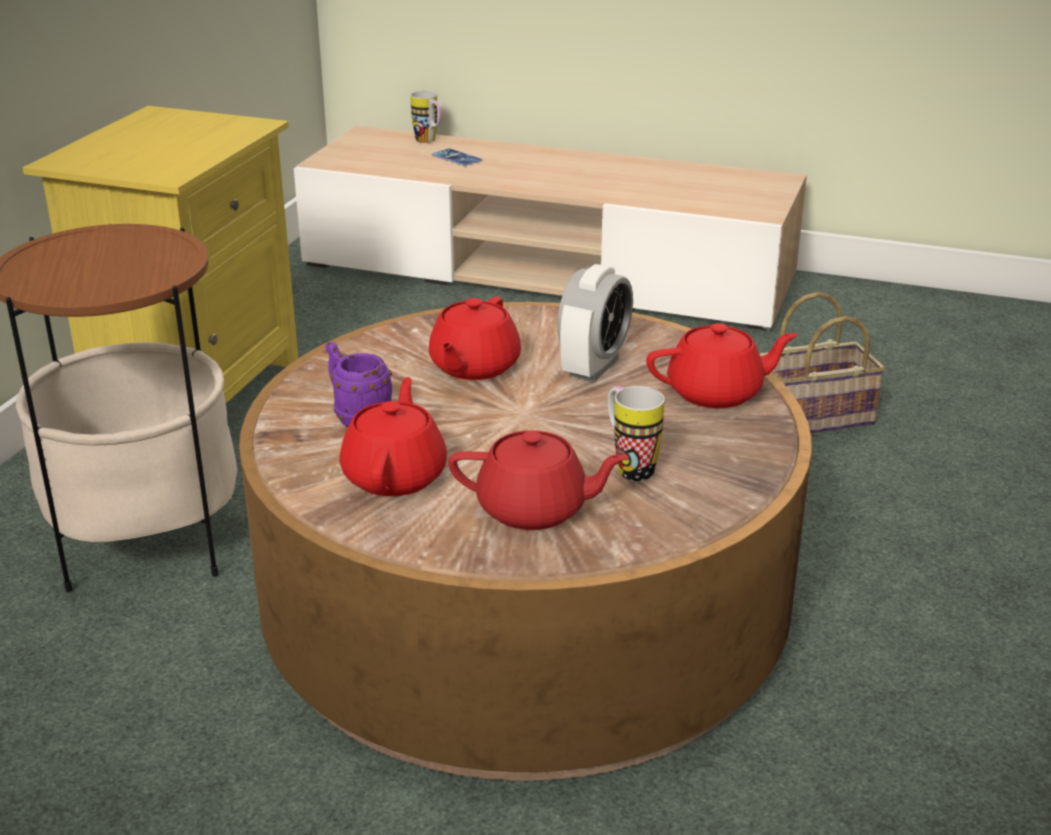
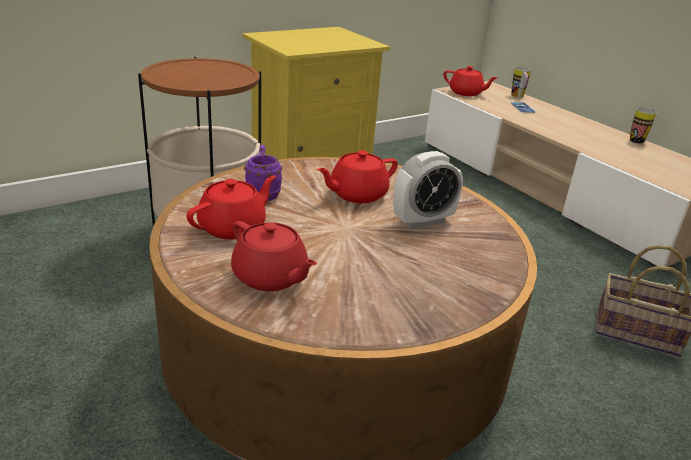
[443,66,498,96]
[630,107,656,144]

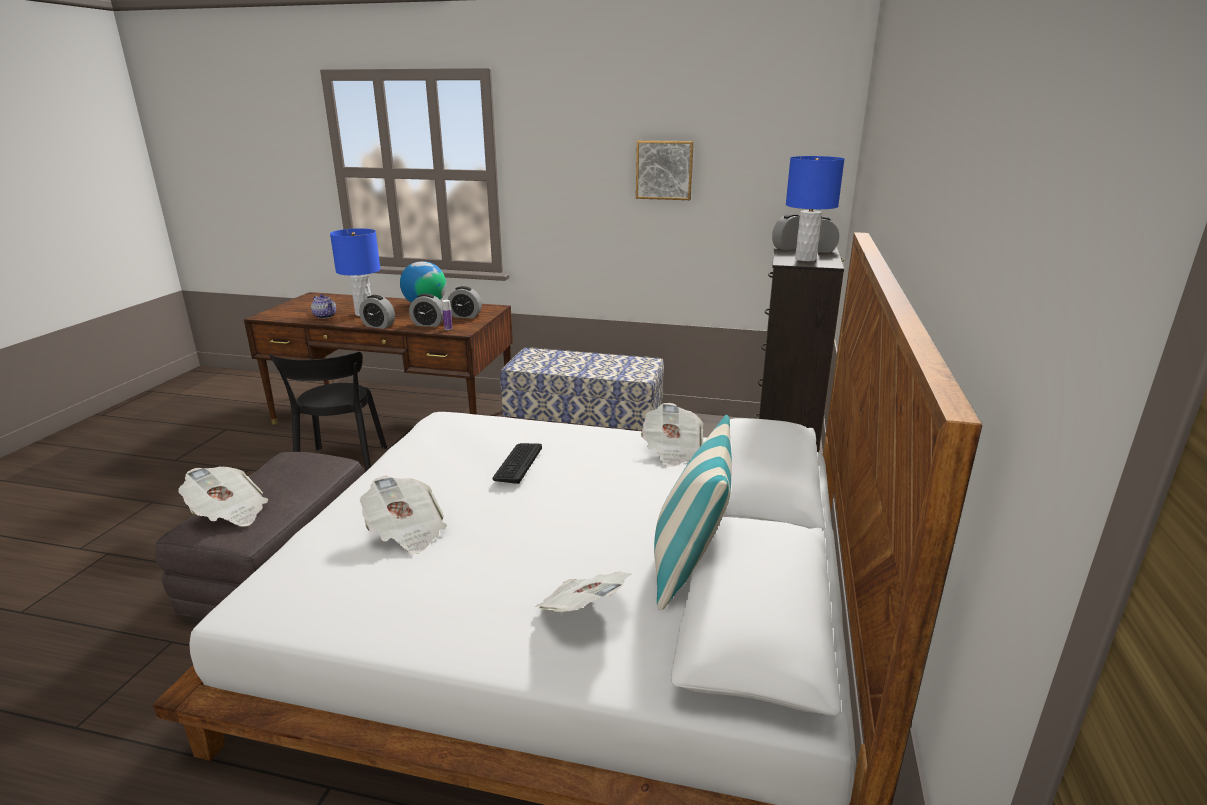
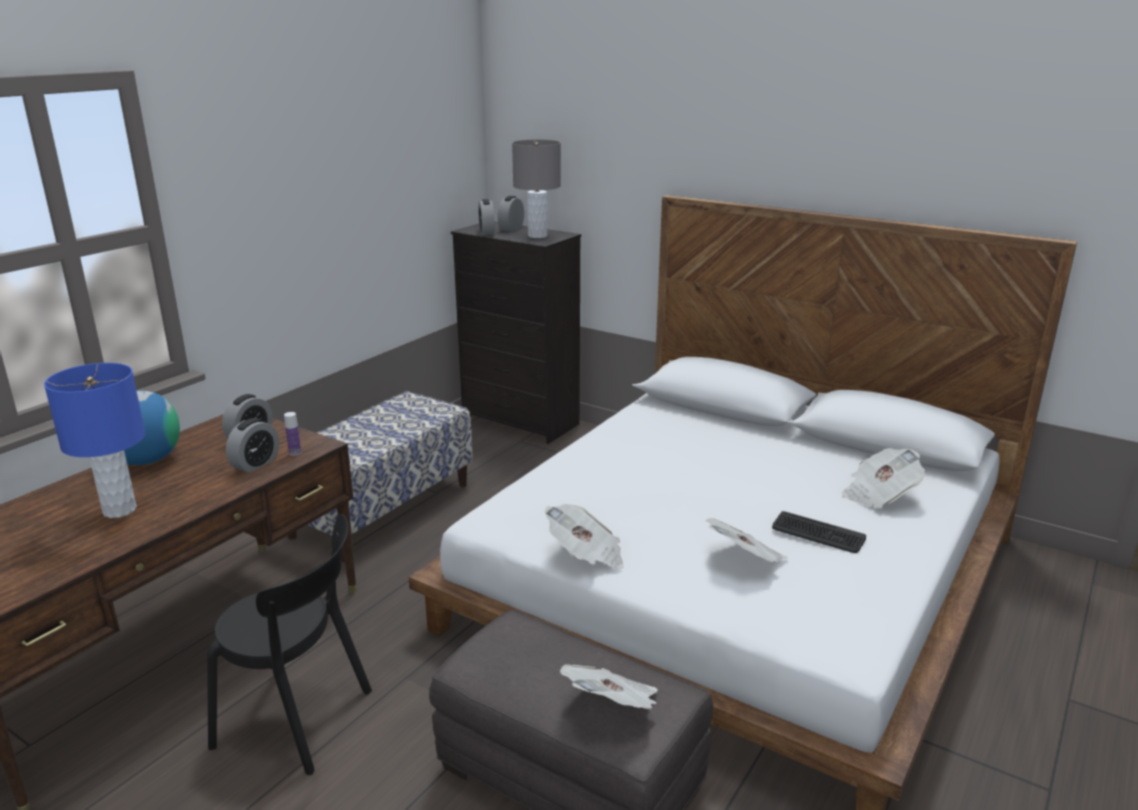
[512,139,561,238]
[545,504,624,569]
[772,511,866,553]
[311,294,336,319] (first image)
[359,295,395,329] (first image)
[636,140,694,200] (first image)
[654,415,732,610] (first image)

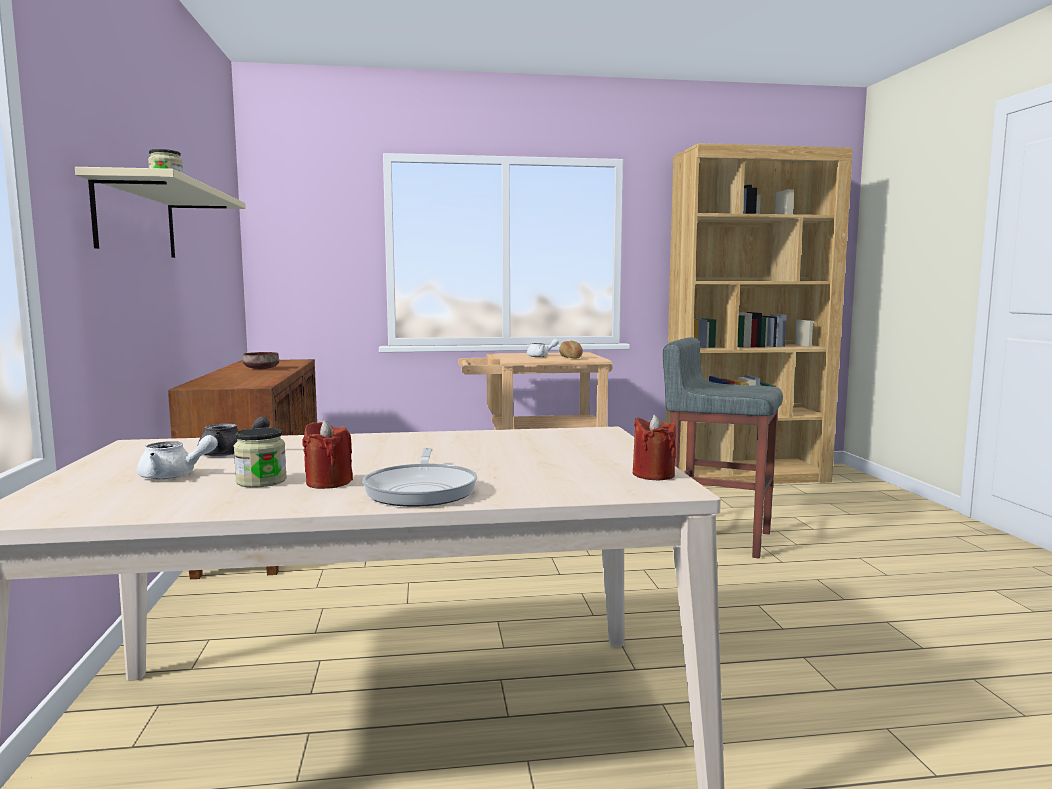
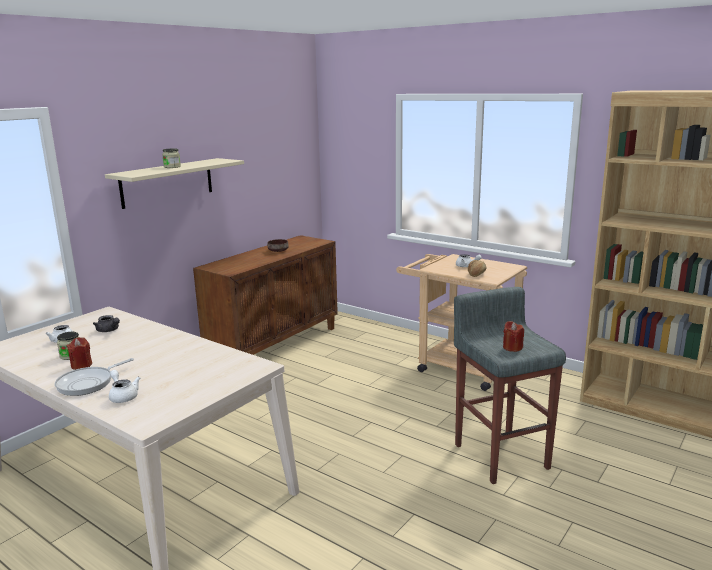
[109,370,140,403]
[503,321,524,352]

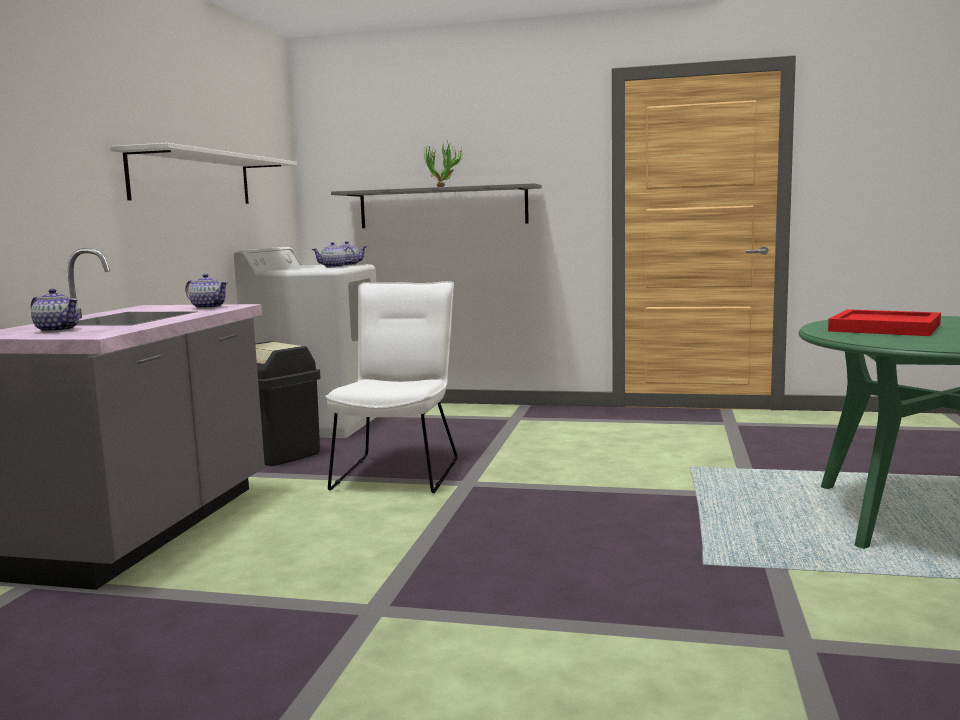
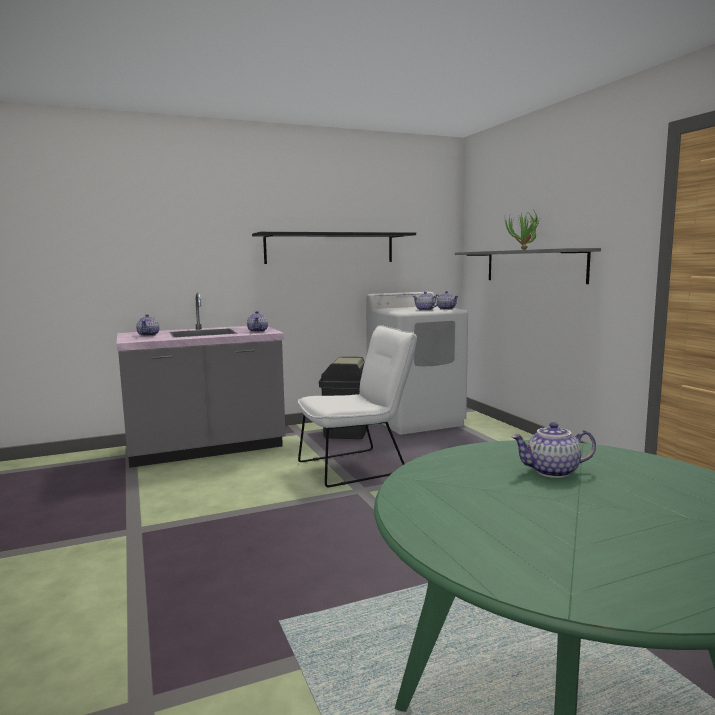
[252,232,416,264]
[511,422,596,478]

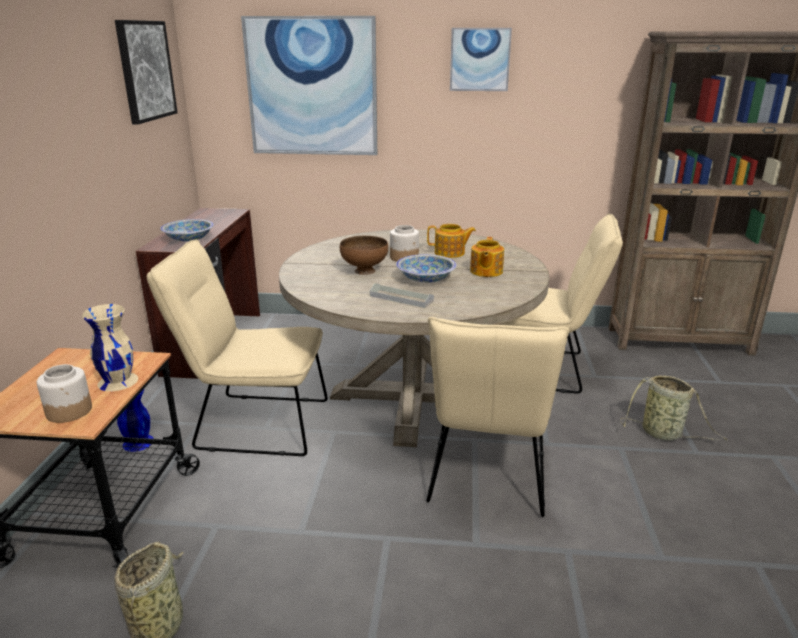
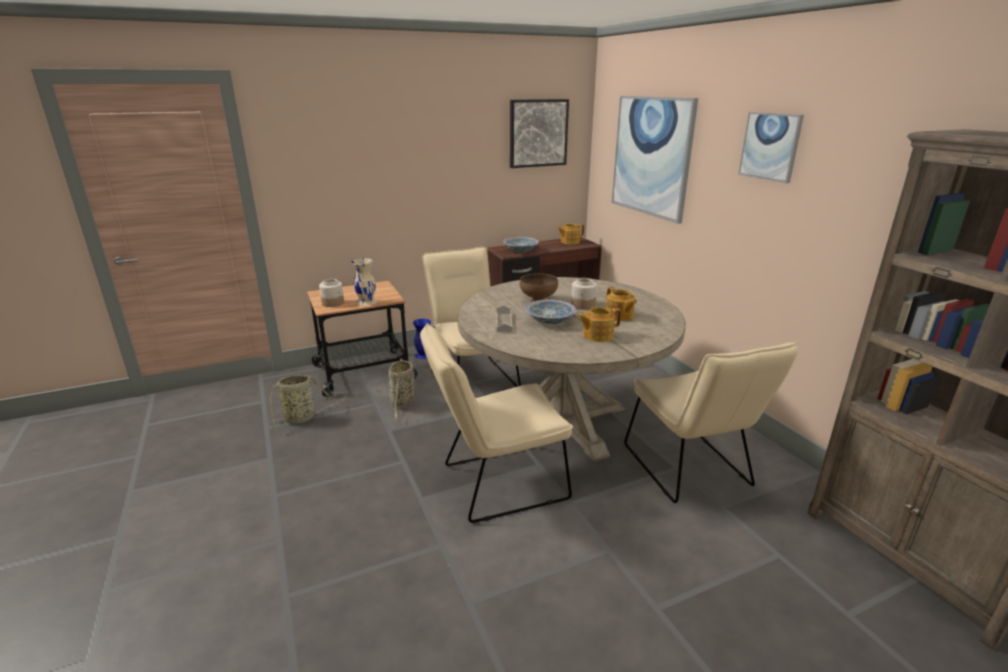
[388,358,414,422]
[557,224,584,245]

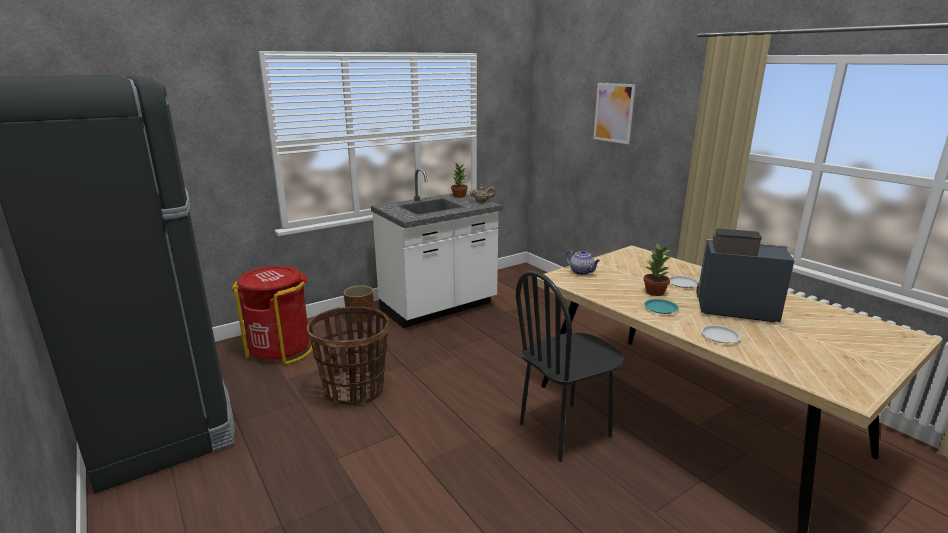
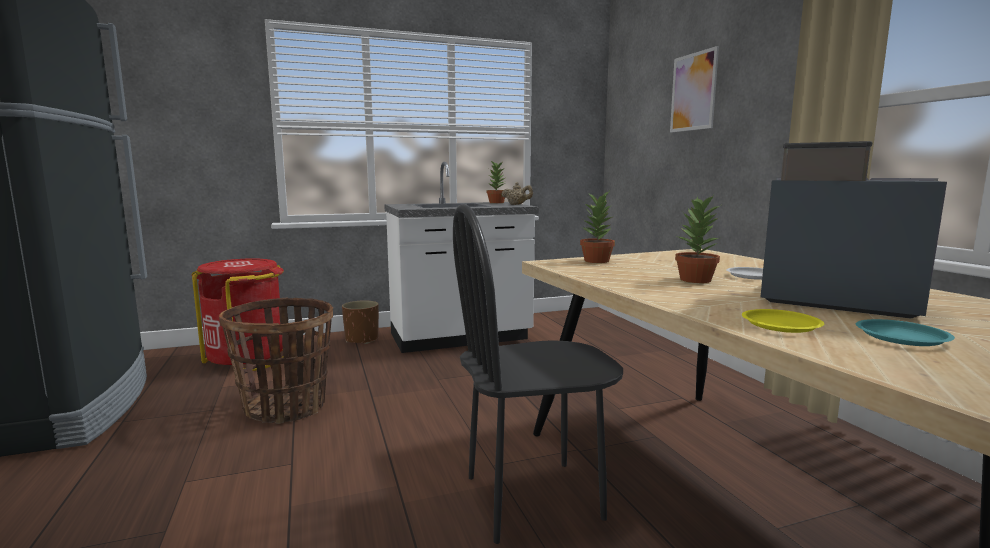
[580,192,615,263]
[742,309,824,333]
[856,319,955,346]

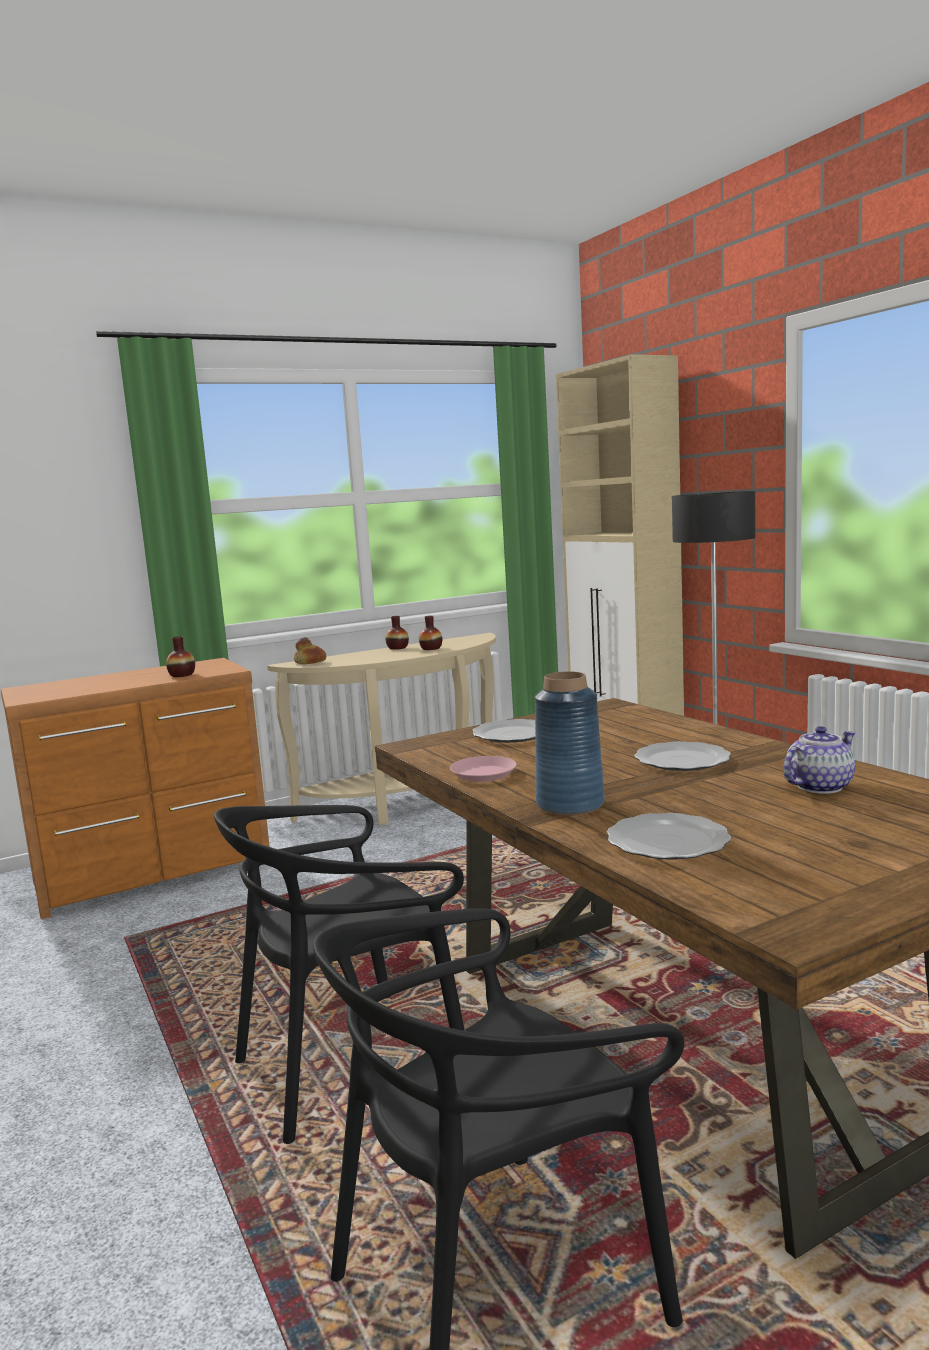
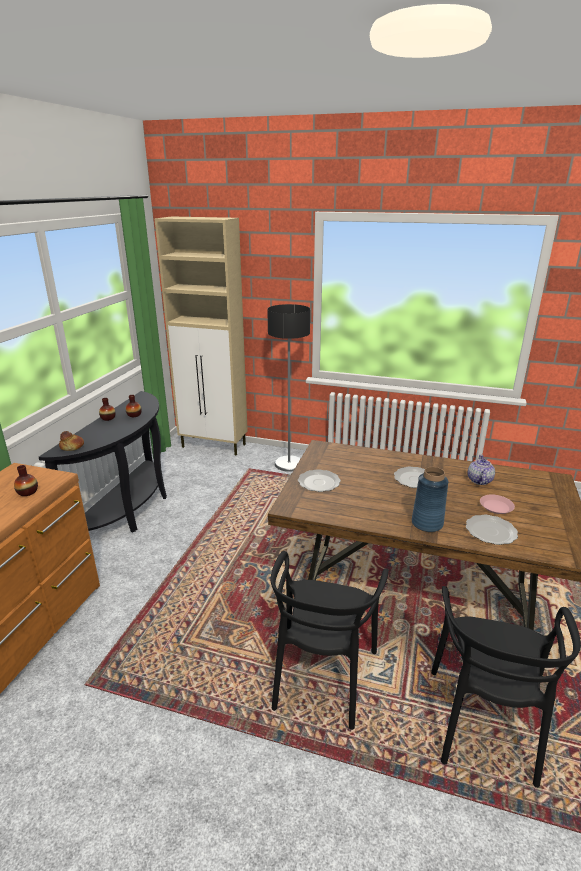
[39,391,167,532]
[480,494,515,514]

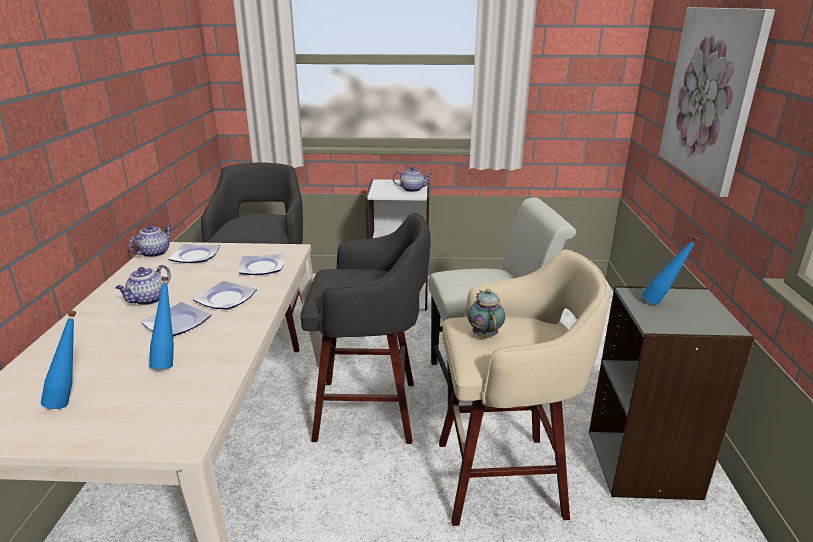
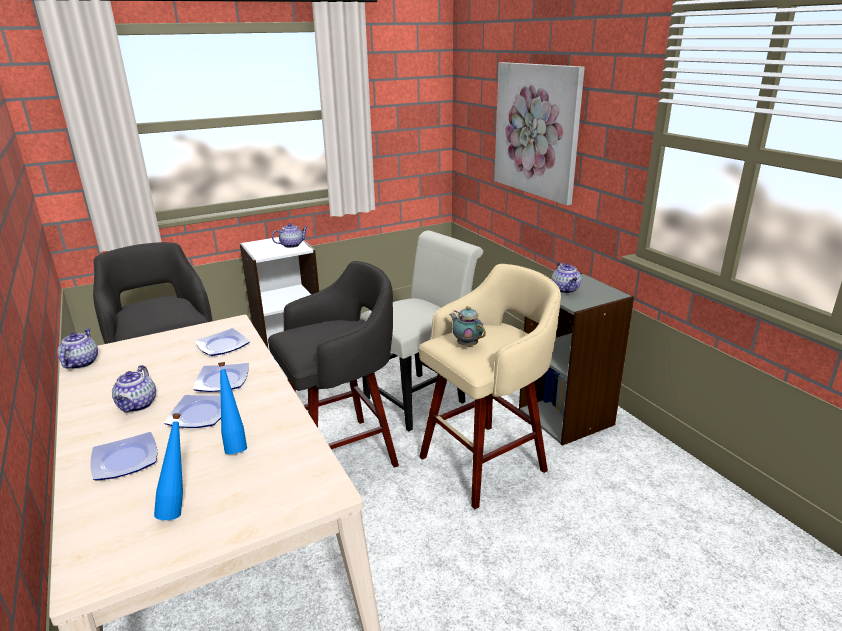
[90,432,157,481]
[551,262,581,294]

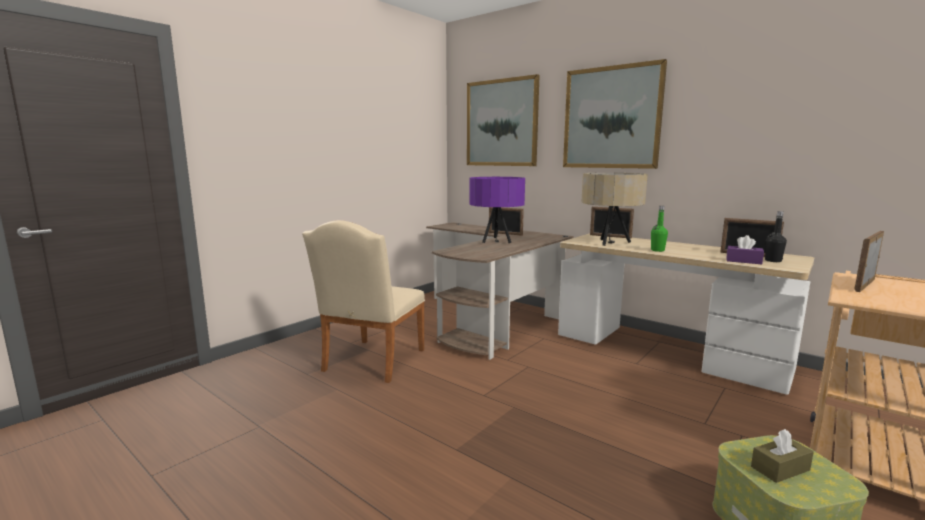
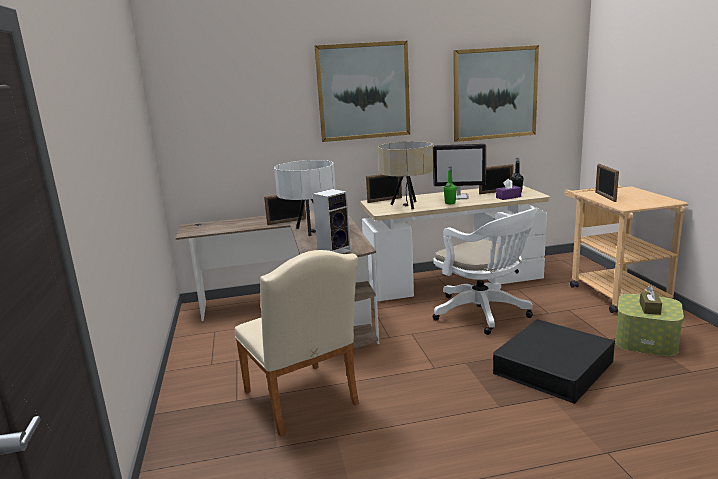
[274,160,336,236]
[313,189,351,254]
[433,144,486,199]
[433,208,536,335]
[453,45,539,142]
[493,319,615,404]

